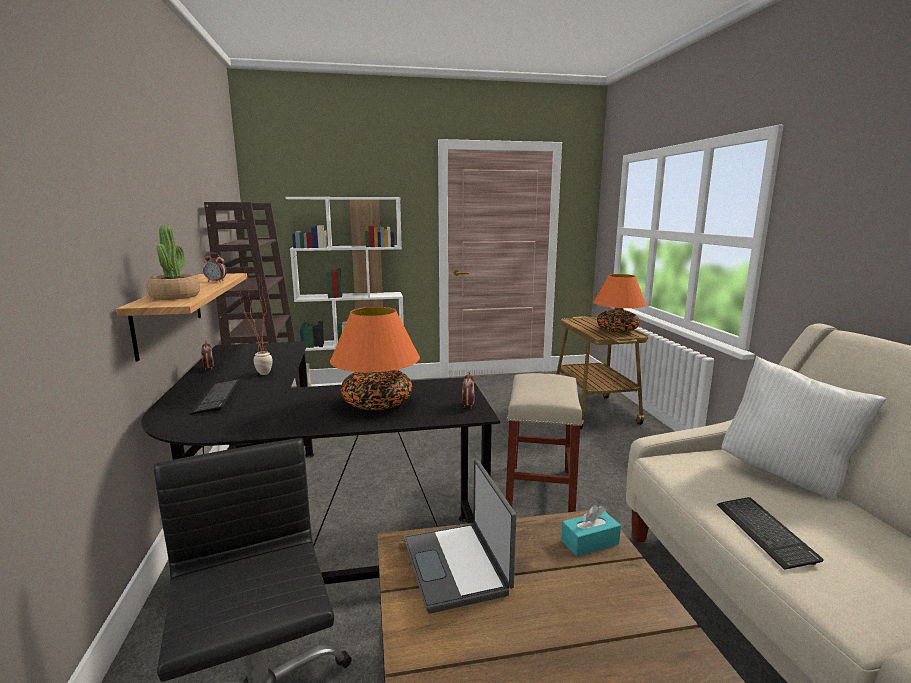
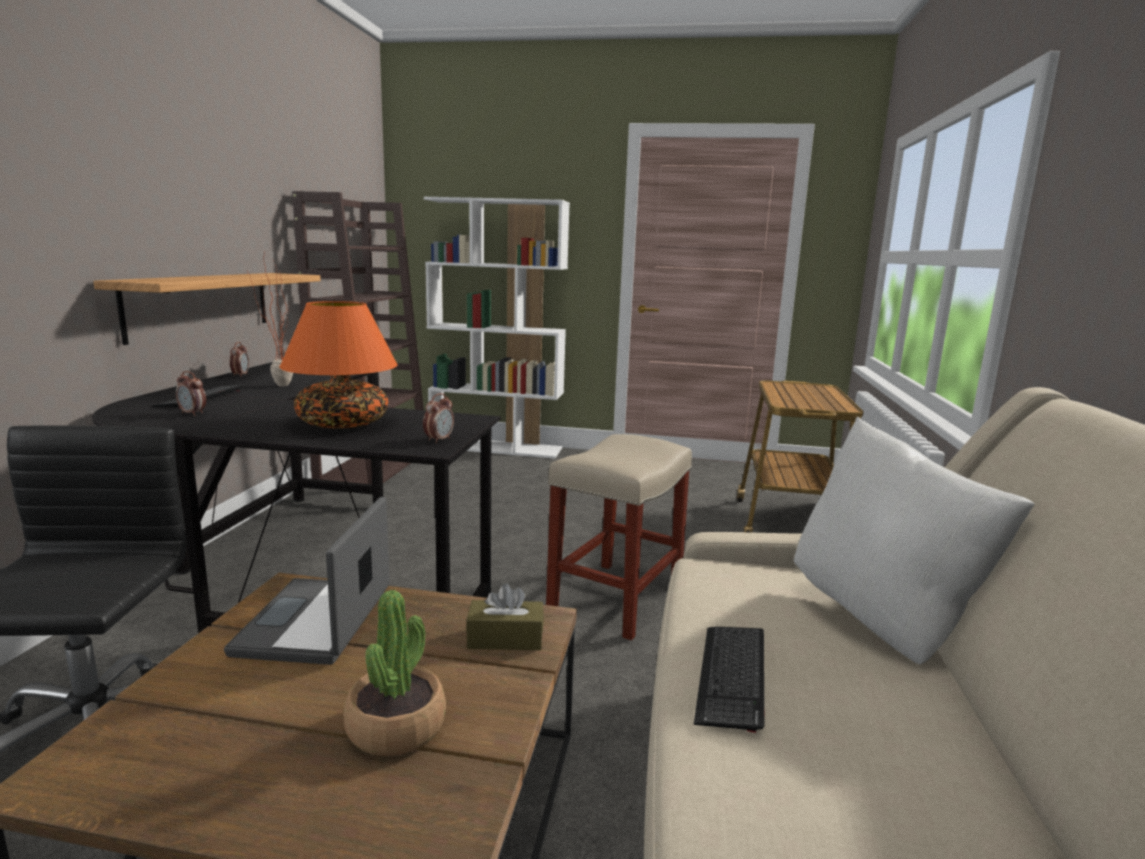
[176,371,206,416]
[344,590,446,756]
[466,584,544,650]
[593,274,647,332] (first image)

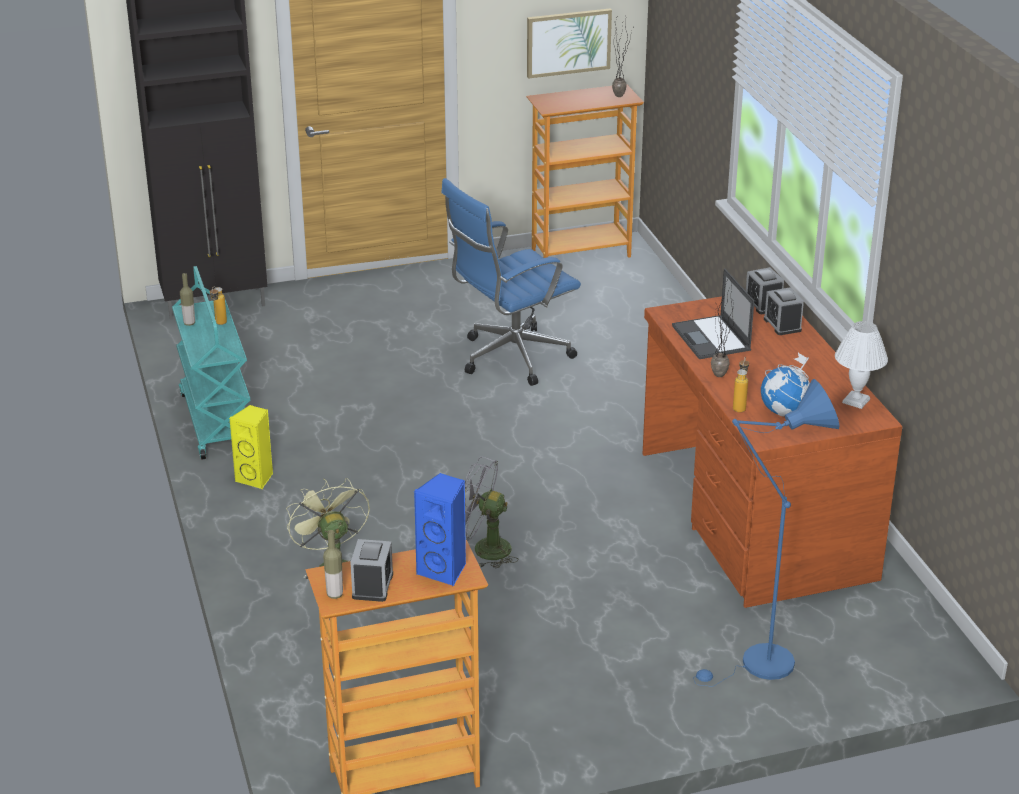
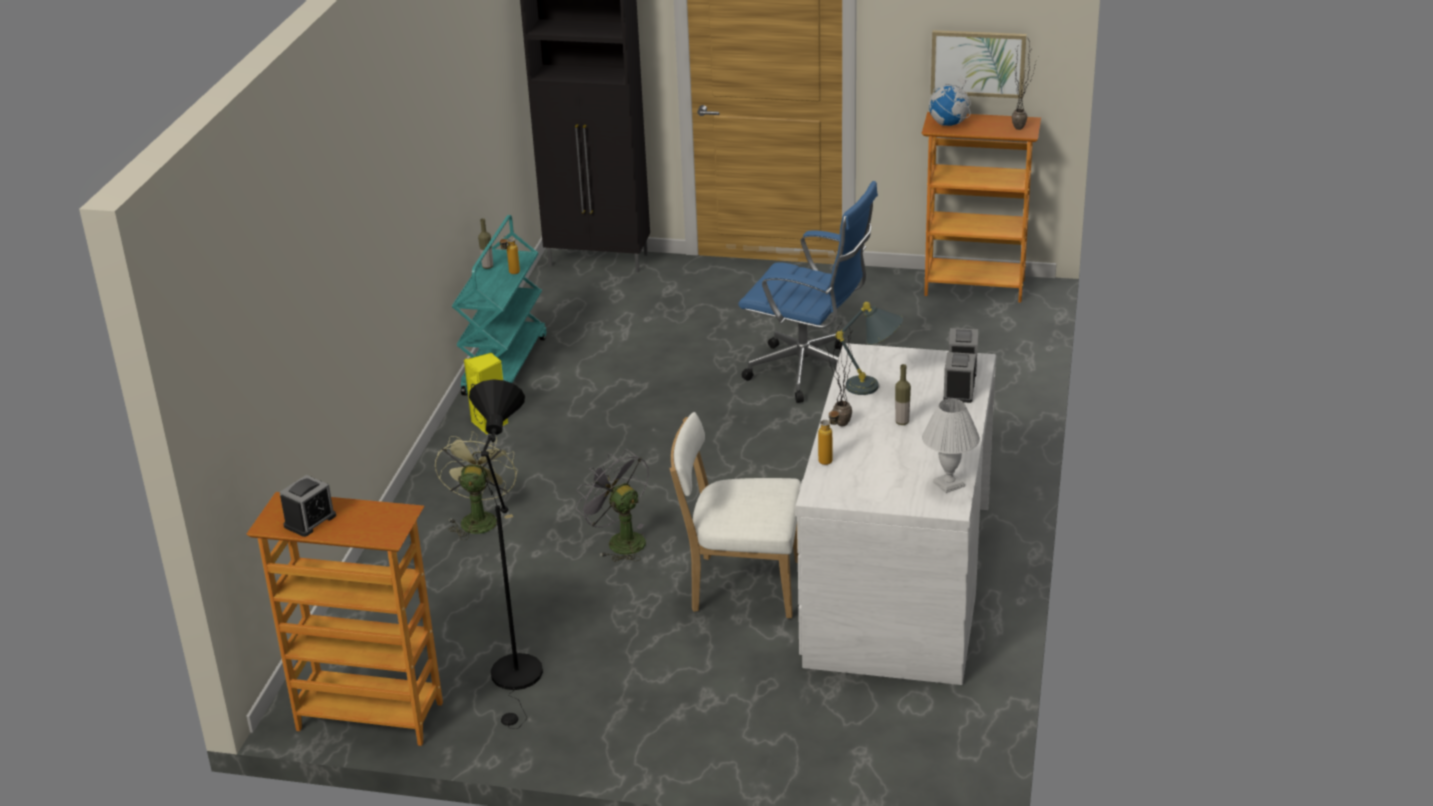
[469,379,543,729]
[669,412,801,618]
[739,181,878,403]
[795,343,996,685]
[836,302,903,395]
[895,364,911,425]
[929,75,971,126]
[414,473,466,586] (first image)
[693,379,840,687] (first image)

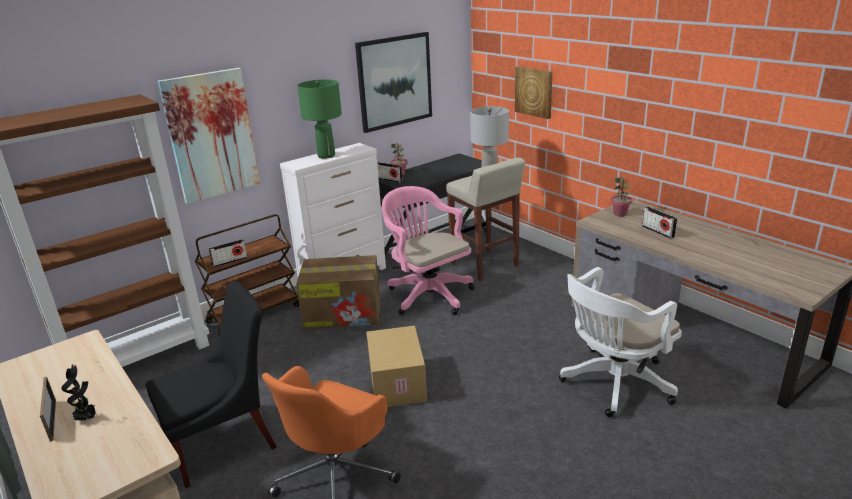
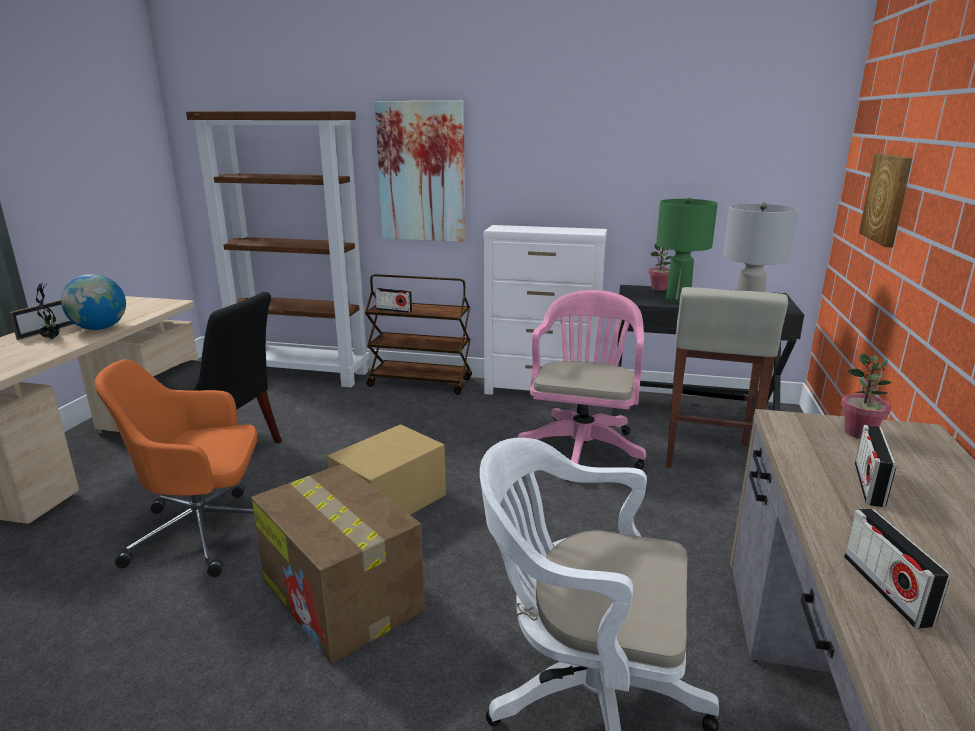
[61,274,126,330]
[251,464,425,664]
[656,198,718,303]
[844,509,951,628]
[355,32,432,133] (first image)

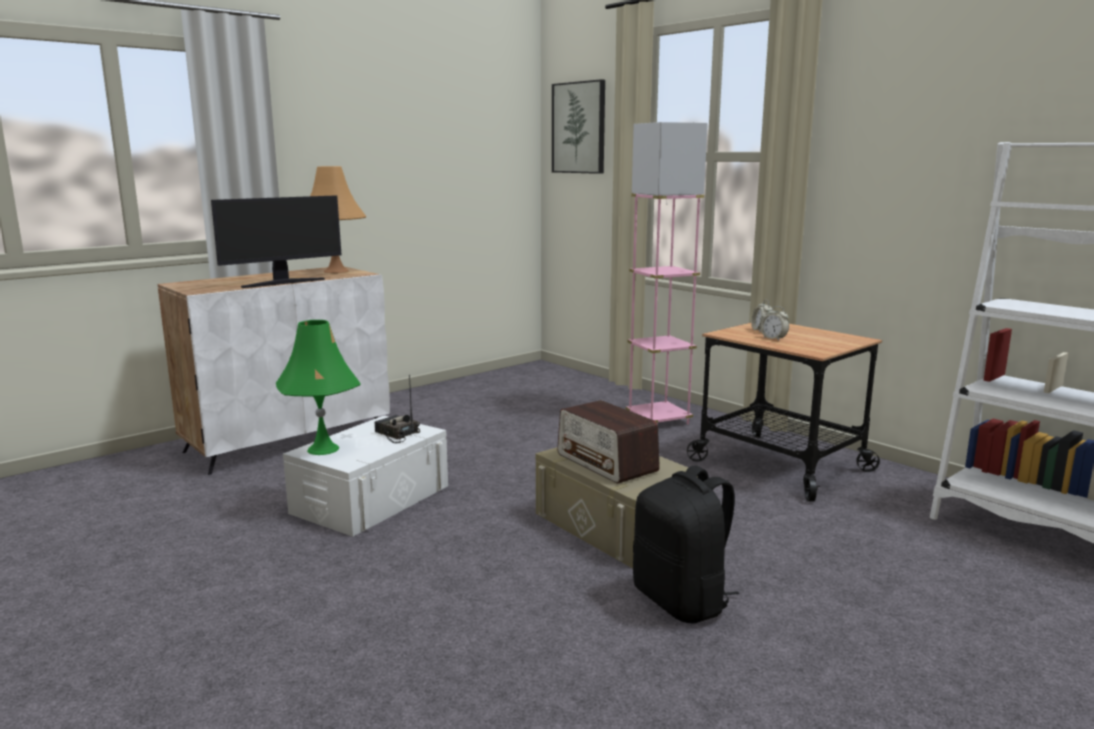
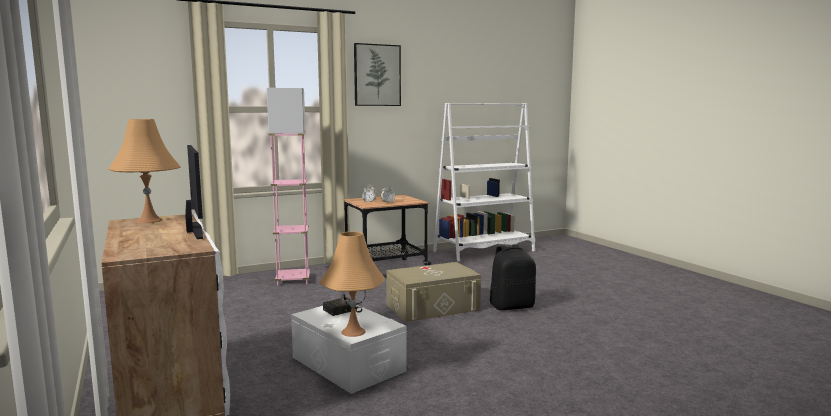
[319,231,385,337]
[354,43,401,106]
[557,400,660,483] (first image)

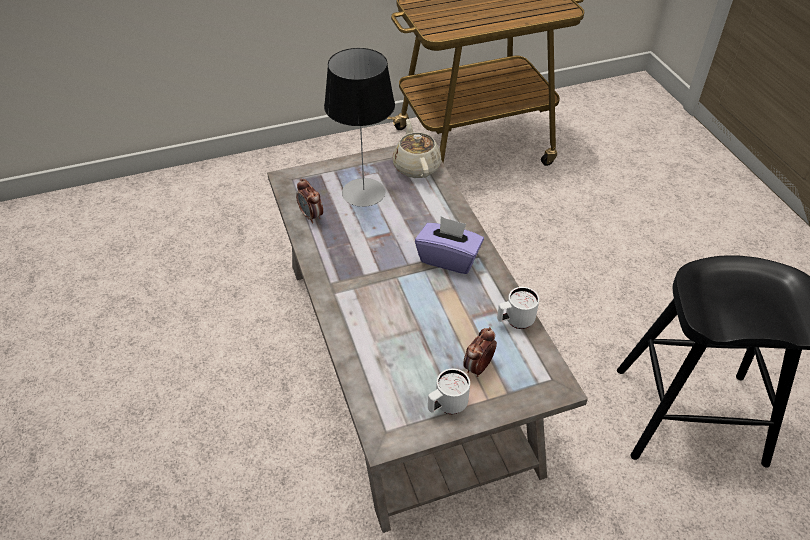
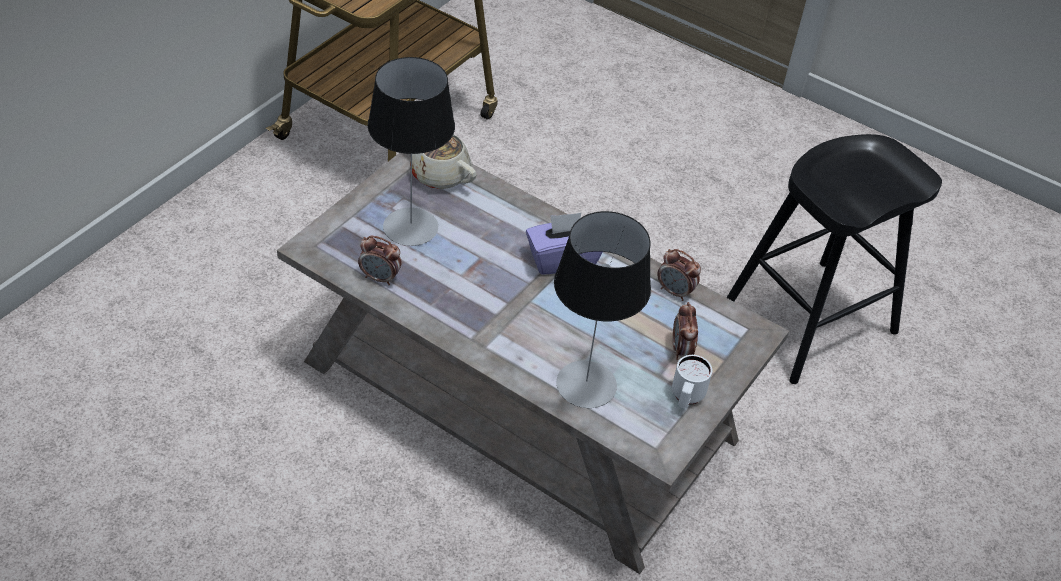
[554,211,651,408]
[657,249,701,301]

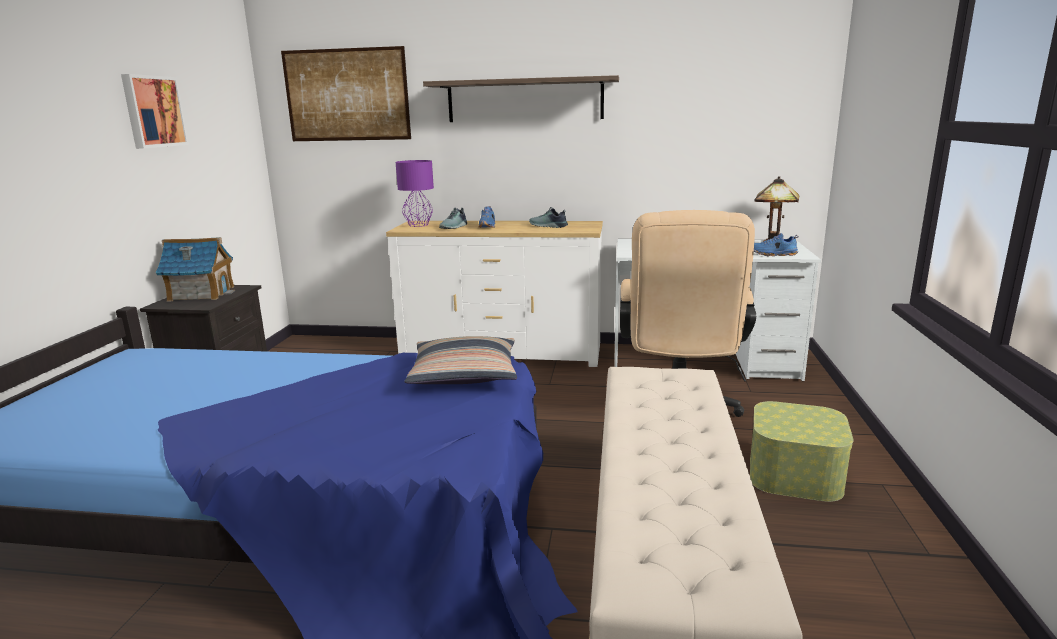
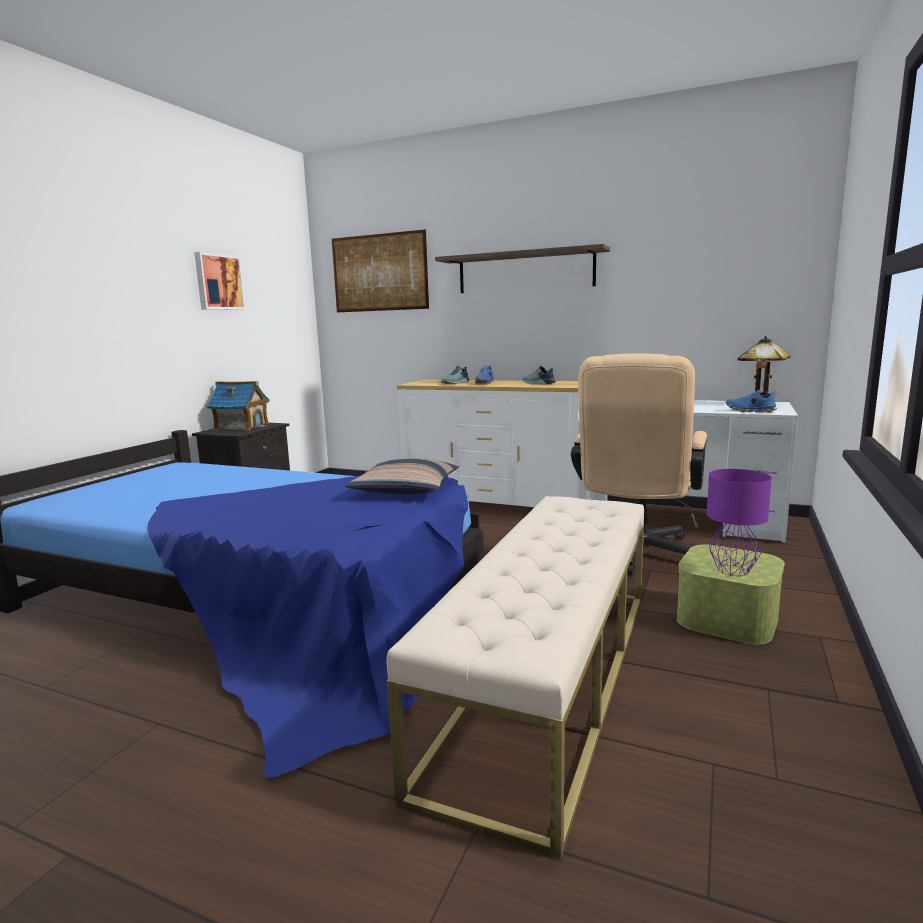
[707,469,772,576]

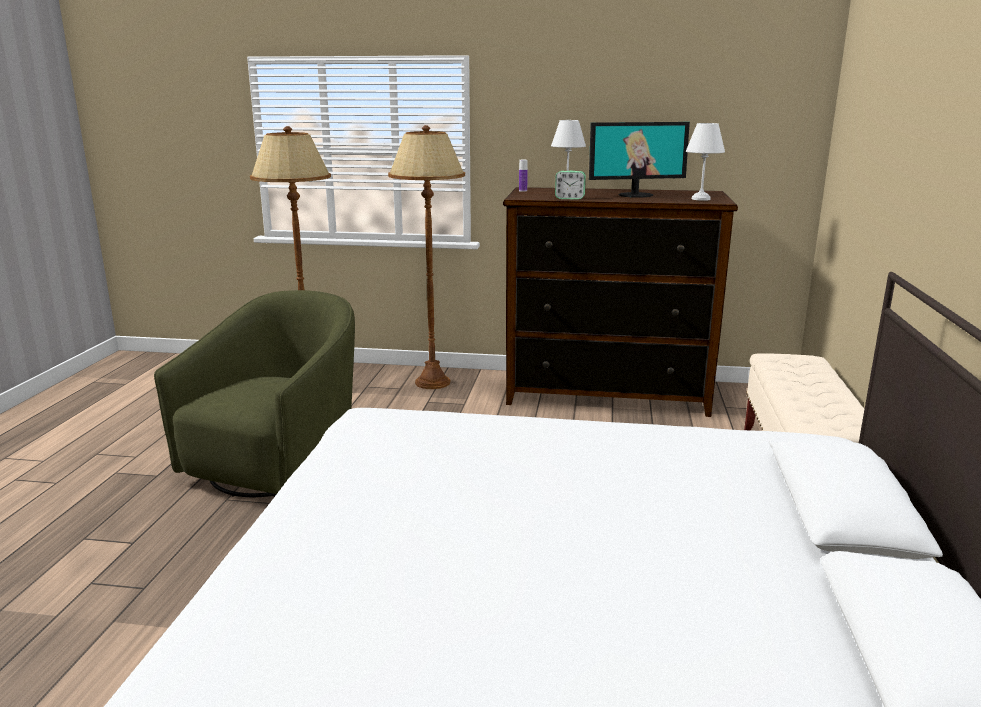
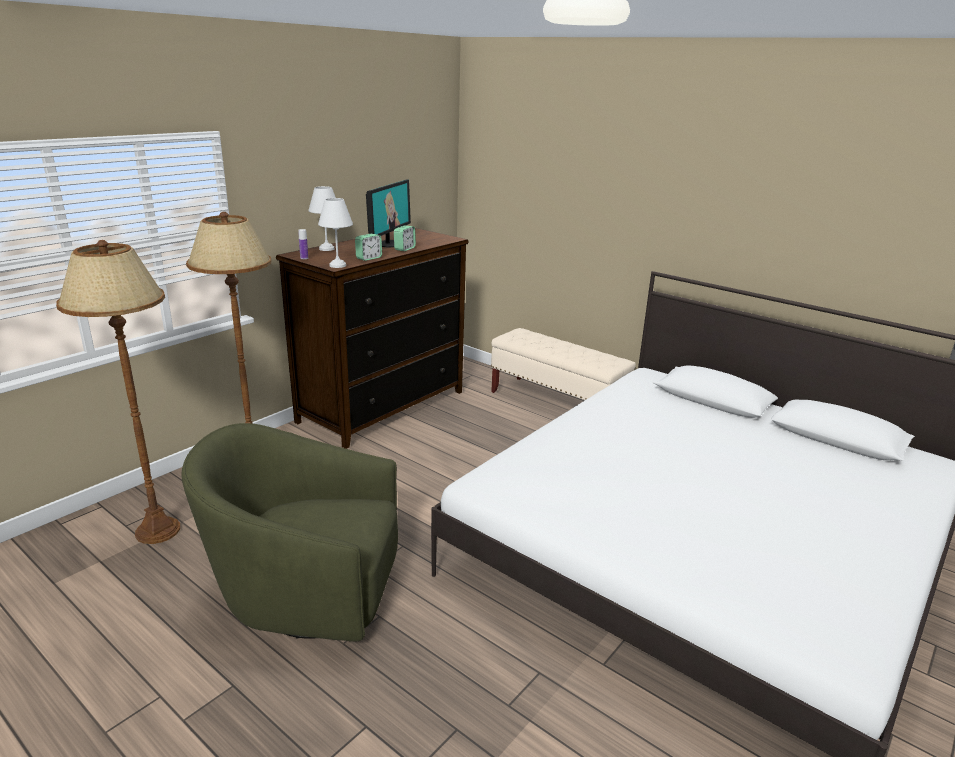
[181,423,398,642]
[318,198,353,268]
[394,226,416,251]

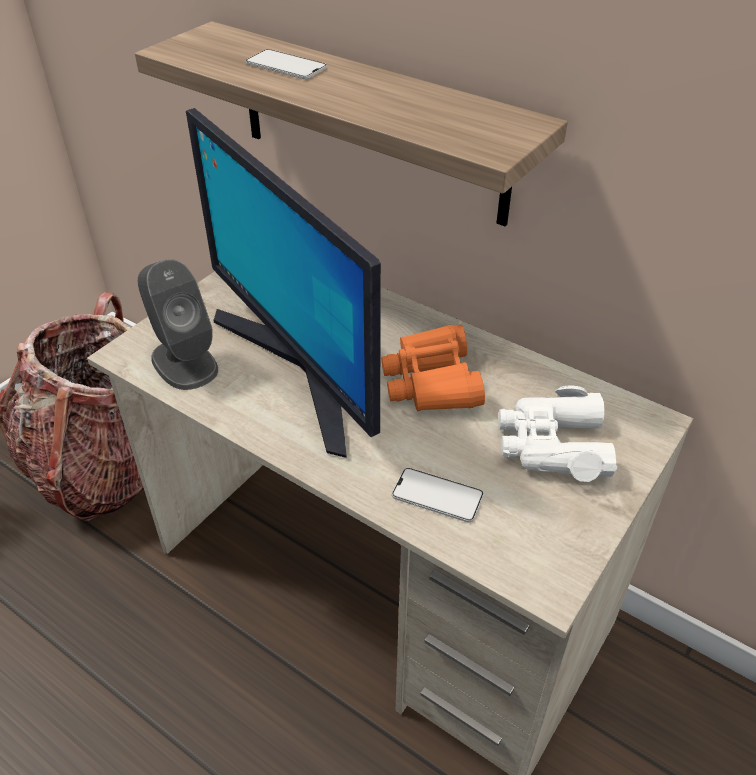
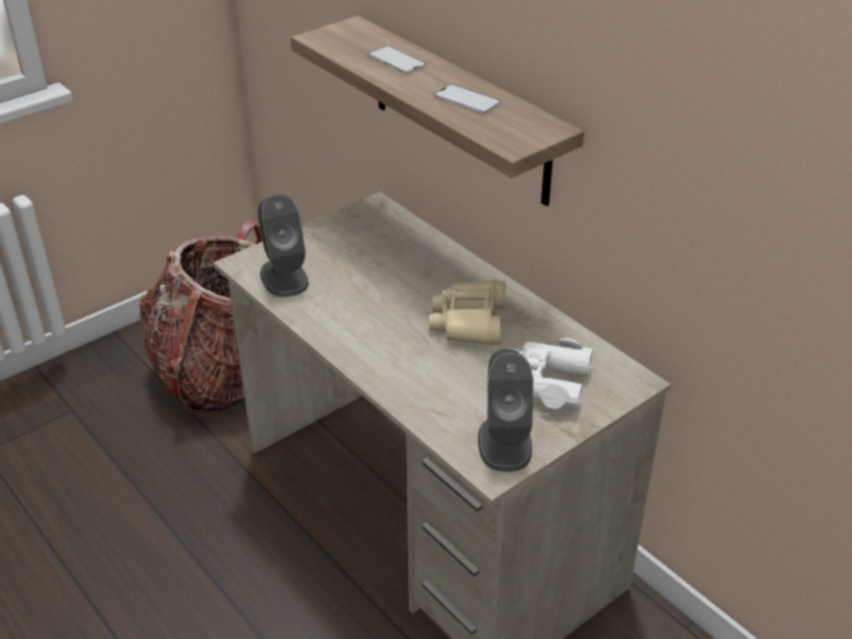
[429,280,505,345]
[434,84,501,114]
[478,349,533,472]
[186,108,381,458] (first image)

